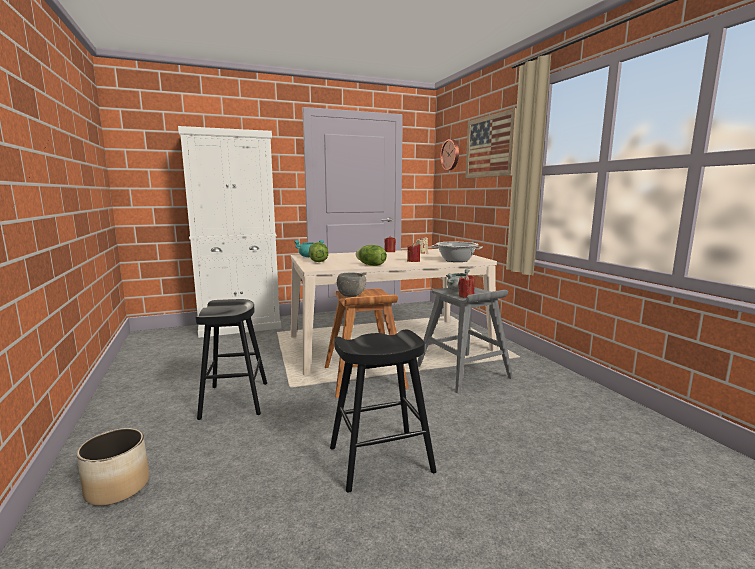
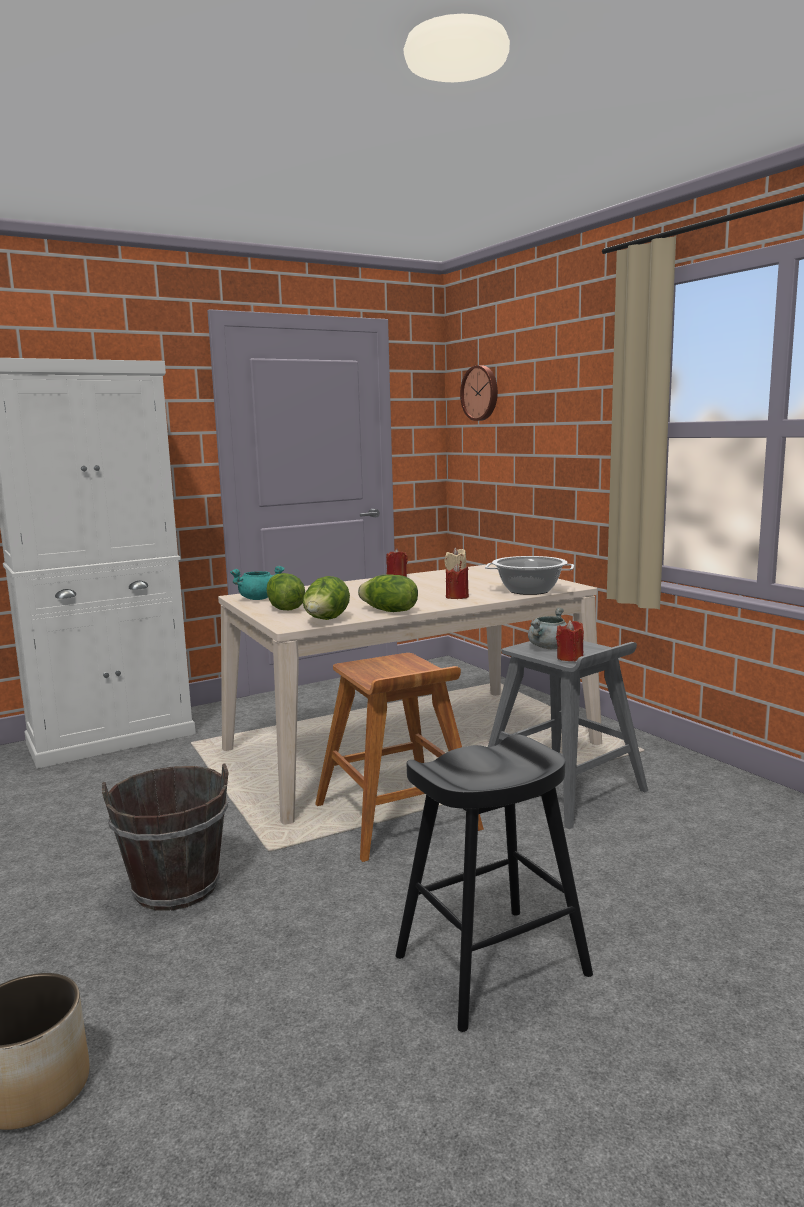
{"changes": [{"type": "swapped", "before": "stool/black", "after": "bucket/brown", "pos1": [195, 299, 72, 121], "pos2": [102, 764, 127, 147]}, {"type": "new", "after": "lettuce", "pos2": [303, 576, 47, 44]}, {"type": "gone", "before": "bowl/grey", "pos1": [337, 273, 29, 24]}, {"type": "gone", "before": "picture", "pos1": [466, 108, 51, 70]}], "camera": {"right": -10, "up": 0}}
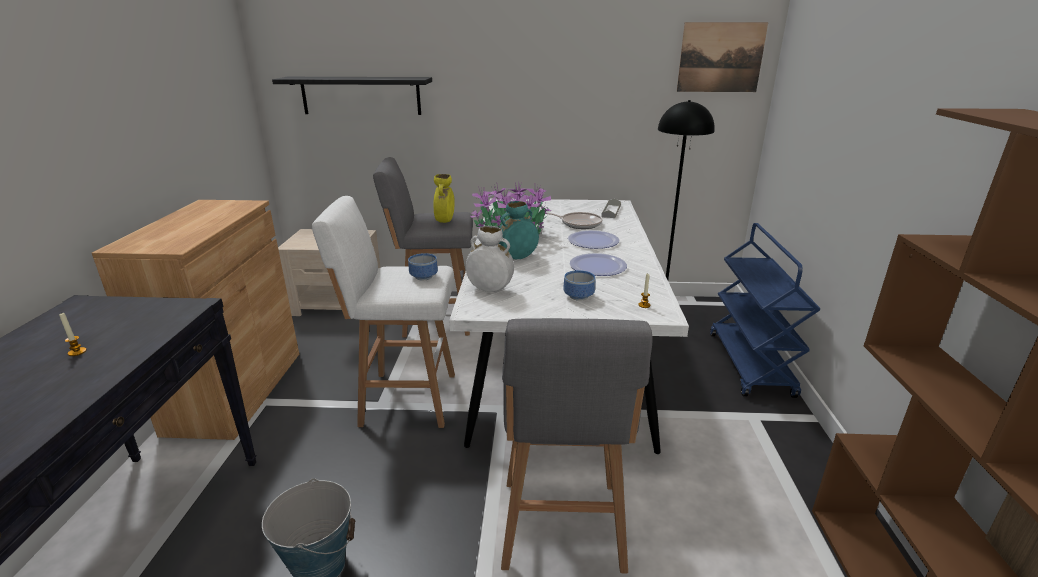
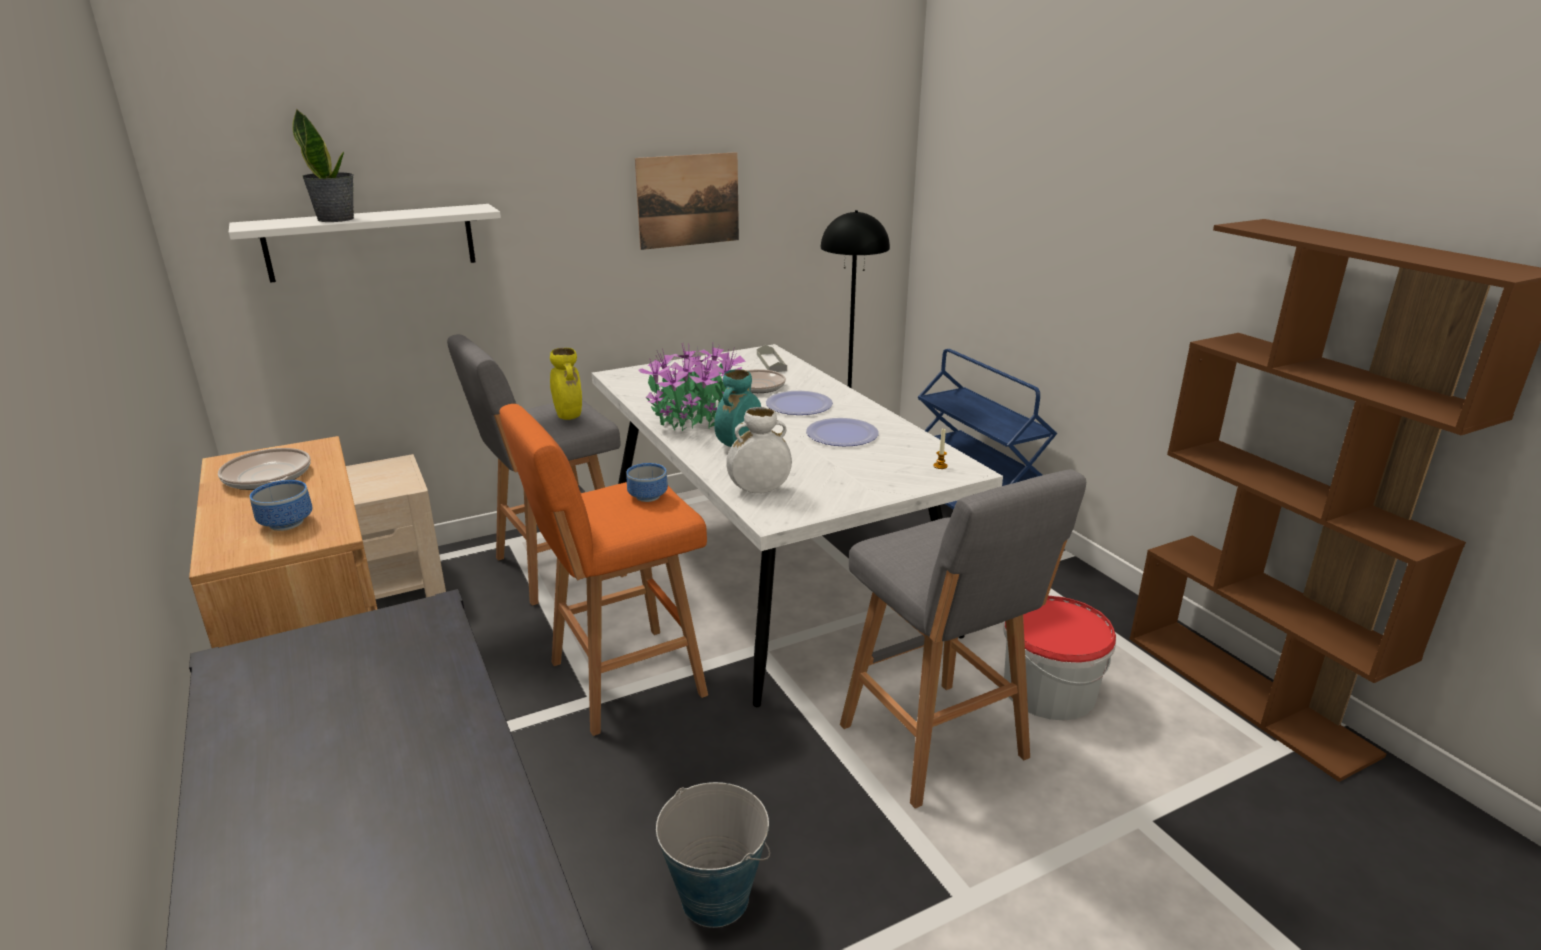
{"changes": [{"type": "new", "after": "frying pan", "pos2": [218, 448, 93, 42]}, {"type": "repainted", "before": "shelf/black", "after": "shelf/white", "pos1": [272, 77, 160, 38], "pos2": [228, 204, 273, 79]}, {"type": "shifted", "before": "bowl", "pos1": [563, 270, 33, 31], "pos2": [250, 480, 62, 51]}, {"type": "new", "after": "potted plant", "pos2": [292, 108, 62, 114]}, {"type": "repainted", "before": "stool/white", "after": "stool/orange", "pos1": [312, 196, 143, 232], "pos2": [499, 404, 209, 332]}, {"type": "shifted", "before": "picture", "pos1": [677, 22, 91, 70], "pos2": [635, 152, 104, 98]}, {"type": "new", "after": "bucket", "pos2": [1003, 596, 113, 124]}, {"type": "gone", "before": "candle", "pos1": [59, 313, 28, 43]}], "camera": {"right": -30, "up": 0}}
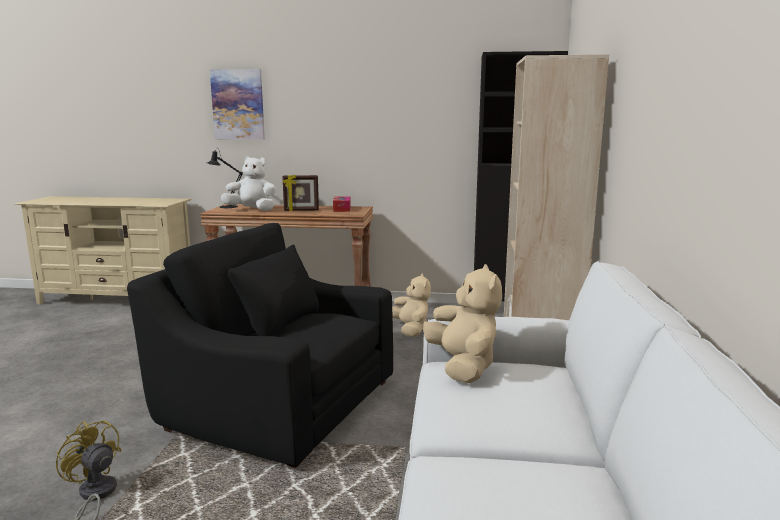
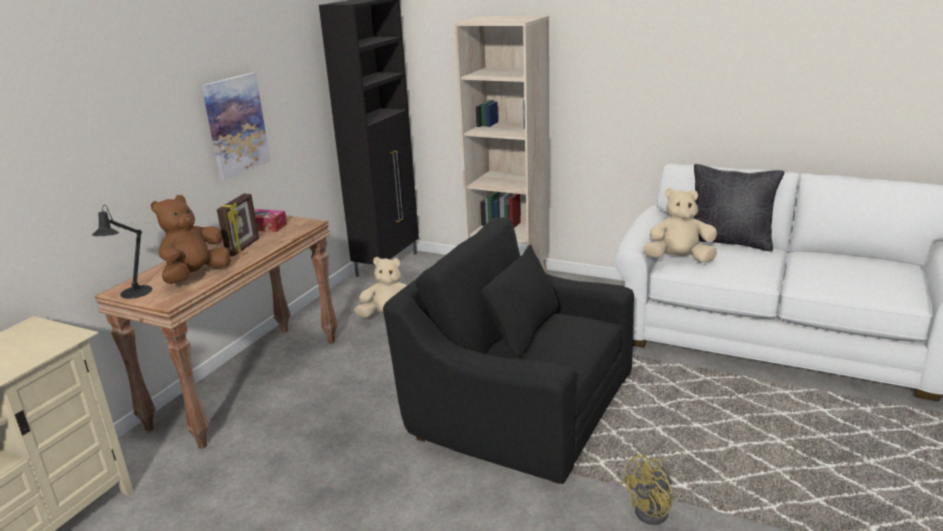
{"changes": [{"type": "repainted", "before": "plush toy/white", "after": "plush toy/brown", "pos1": [221, 156, 55, 55], "pos2": [151, 195, 80, 89]}, {"type": "shifted", "before": "picture", "pos1": [210, 69, 55, 71], "pos2": [202, 72, 68, 108]}, {"type": "rotated", "before": "armchair/black", "pos1": [127, 223, 266, 245], "pos2": [383, 217, 251, 267], "turn": 75}, {"type": "new", "after": "pillow/black", "pos2": [694, 164, 91, 87]}], "camera": {"right": -70, "up": 10}}
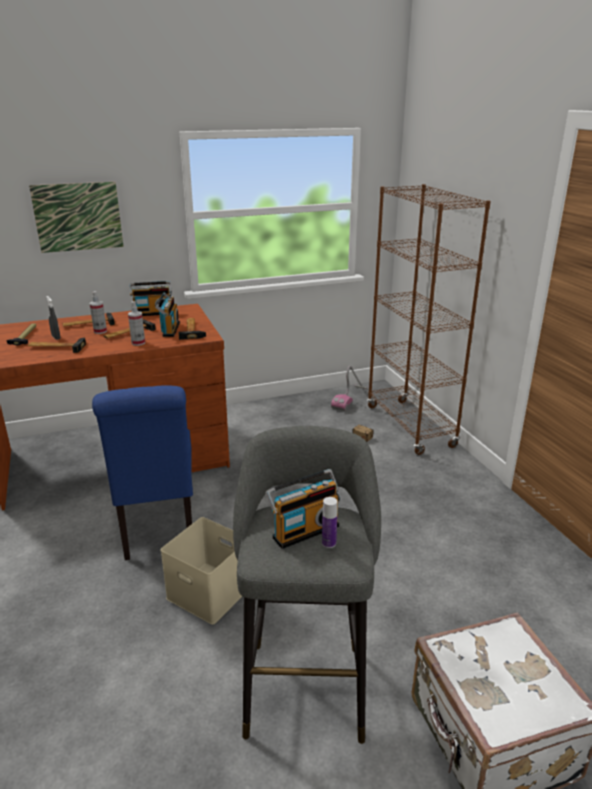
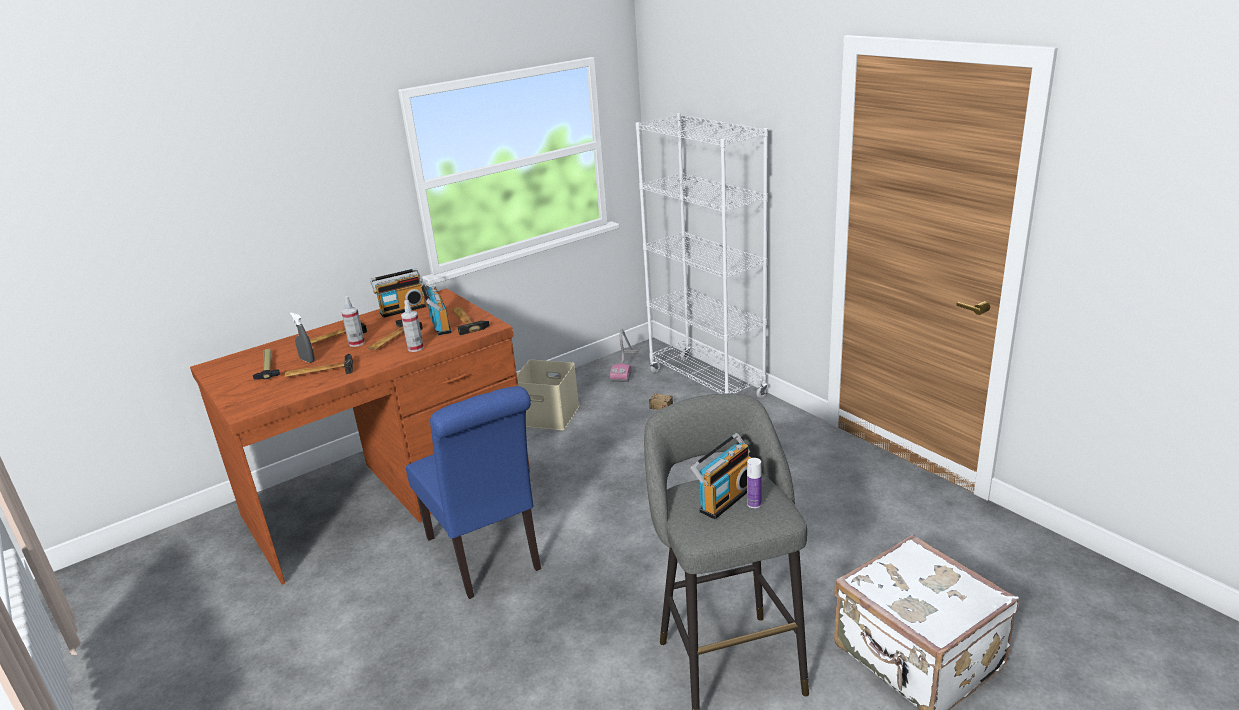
{"changes": [{"type": "shifted", "before": "storage box/beige", "pos1": [160, 517, 82, 108], "pos2": [517, 360, 62, 70]}, {"type": "repainted", "before": "bookcase/brown", "after": "bookcase/white", "pos1": [367, 184, 124, 271], "pos2": [635, 113, 133, 285]}, {"type": "gone", "before": "picture", "pos1": [29, 182, 95, 71]}], "camera": {"right": -15, "up": 0}}
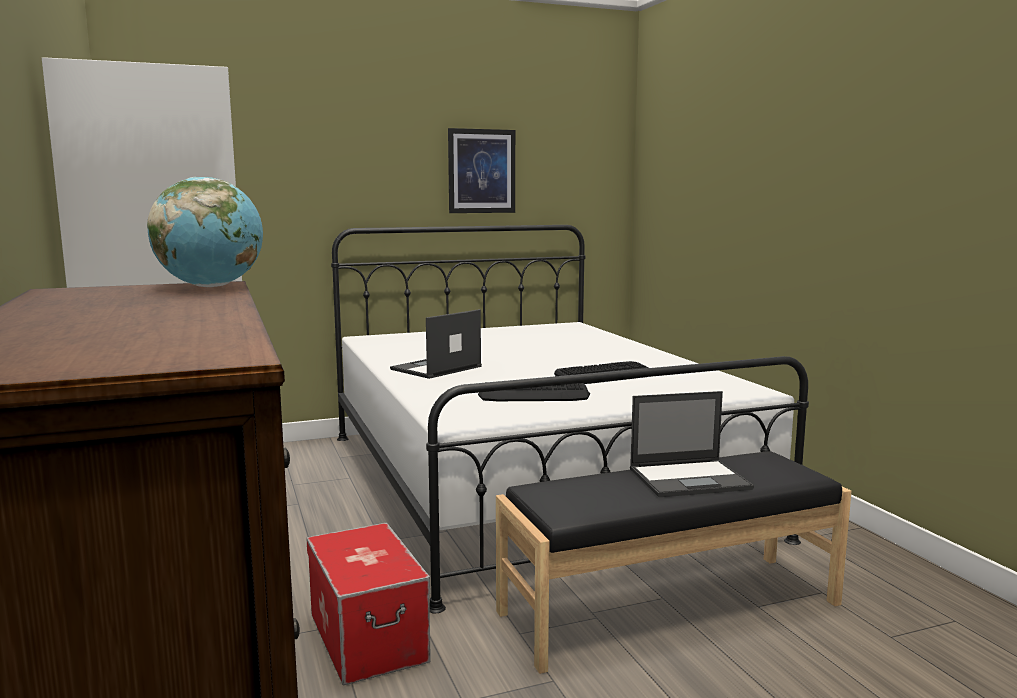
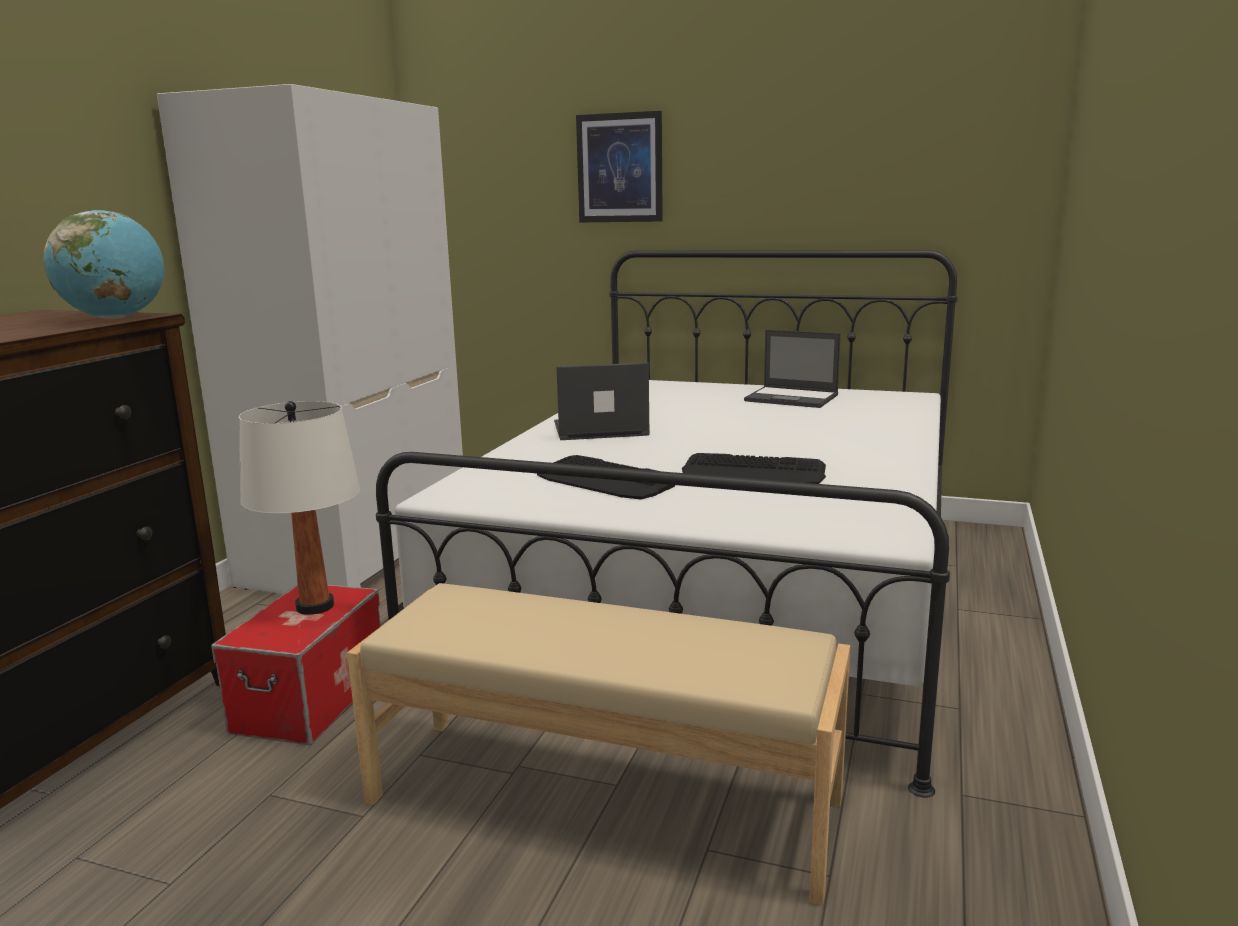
{"changes": [{"type": "new", "after": "table lamp/white", "pos2": [239, 401, 121, 214]}, {"type": "repainted", "before": "bench/black", "after": "bench/beige", "pos1": [496, 451, 356, 223], "pos2": [347, 583, 503, 322]}, {"type": "shifted", "before": "picture", "pos1": [448, 128, 67, 85], "pos2": [576, 111, 87, 111]}, {"type": "shifted", "before": "laptop", "pos1": [630, 391, 124, 106], "pos2": [744, 330, 97, 78]}], "camera": {"right": 40, "up": 5}}
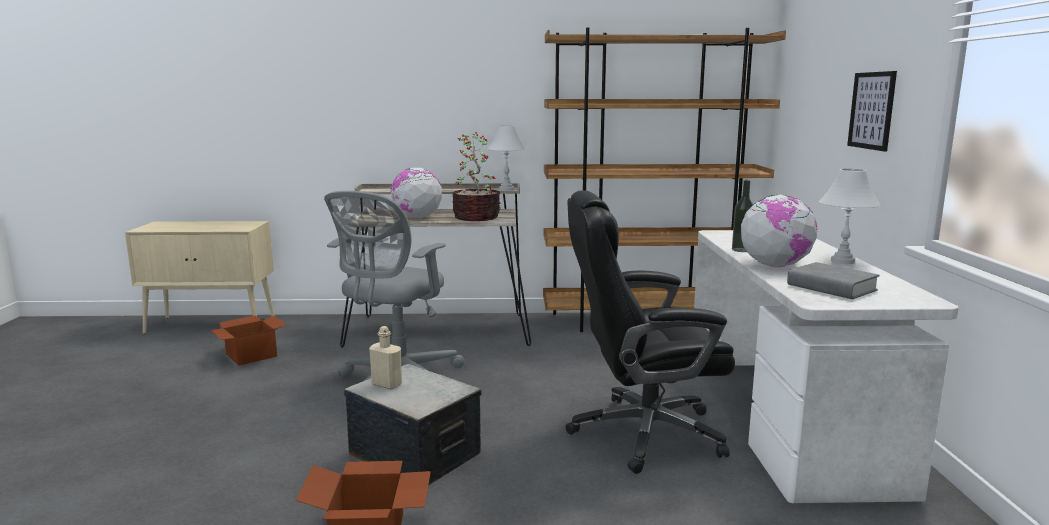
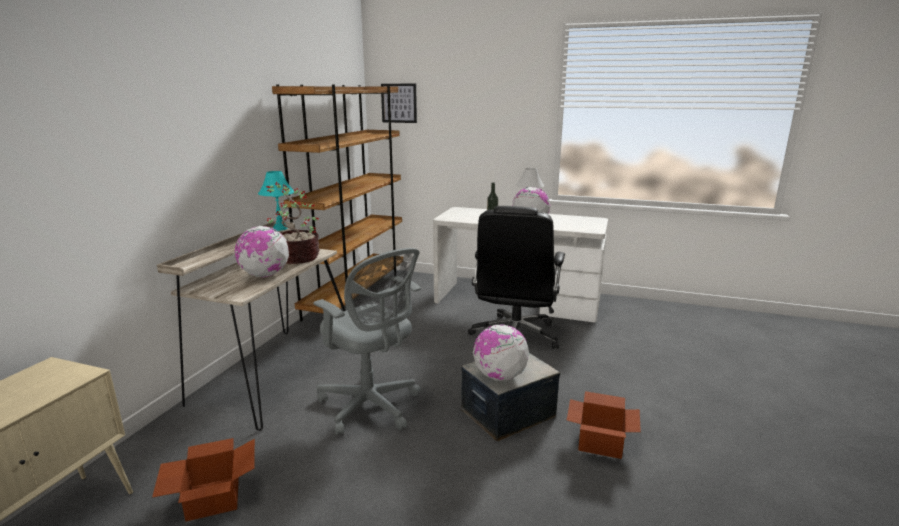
{"changes": [{"type": "repainted", "before": "table lamp/white", "after": "table lamp/turquoise", "pos1": [487, 125, 38, 66], "pos2": [258, 171, 36, 60]}, {"type": "shifted", "before": "picture", "pos1": [847, 71, 50, 81], "pos2": [381, 84, 36, 39]}, {"type": "swapped", "before": "bottle/beige", "after": "globe", "pos1": [369, 326, 33, 63], "pos2": [473, 324, 56, 57]}, {"type": "gone", "before": "book/grey", "pos1": [787, 262, 93, 37]}], "camera": {"right": -70, "up": 5}}
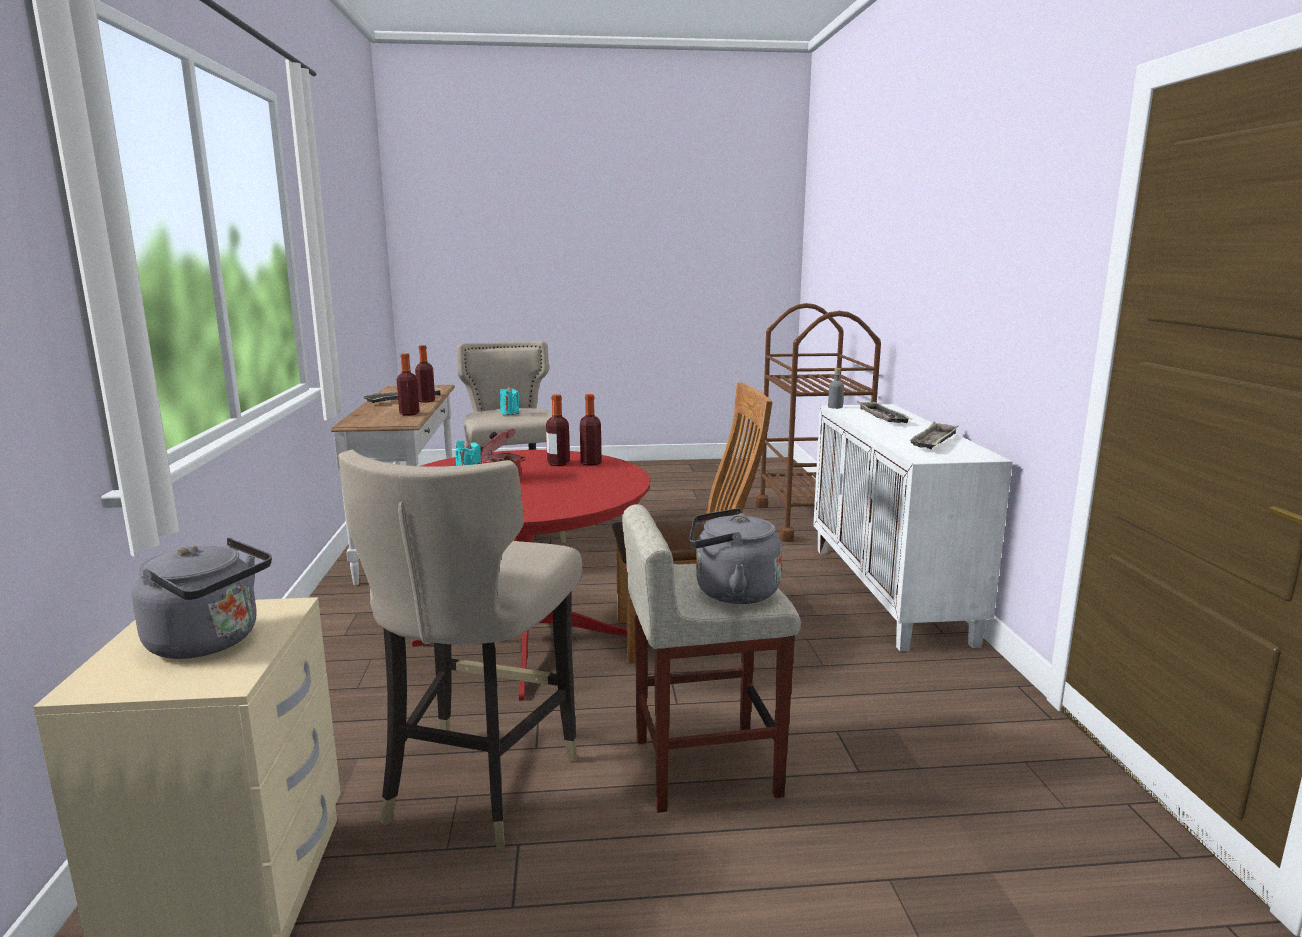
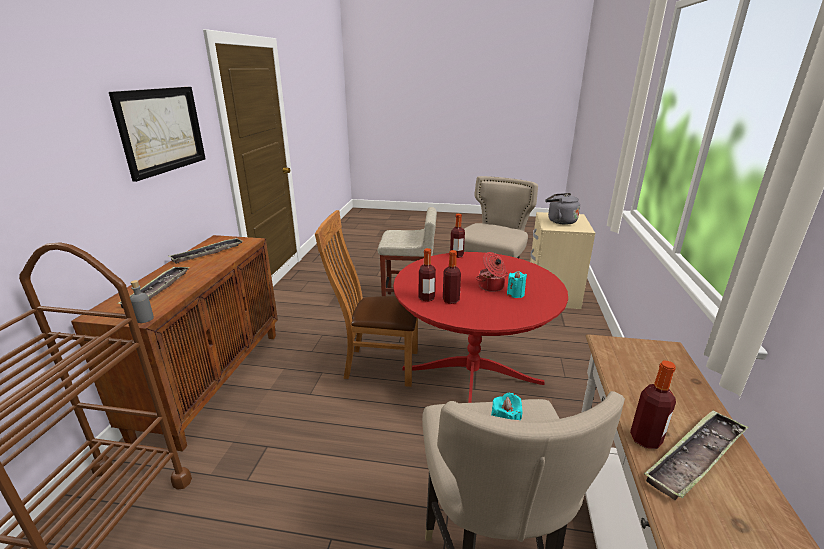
{"changes": [{"type": "repainted", "before": "cabinet/white", "after": "cabinet/brown", "pos1": [813, 404, 200, 247], "pos2": [71, 235, 207, 217]}, {"type": "new", "after": "picture", "pos2": [109, 87, 97, 95]}, {"type": "shifted", "before": "bottle", "pos1": [397, 353, 23, 63], "pos2": [450, 214, 15, 44]}, {"type": "gone", "before": "kettle/grey", "pos1": [689, 508, 93, 96]}], "camera": {"right": -165, "up": 10}}
